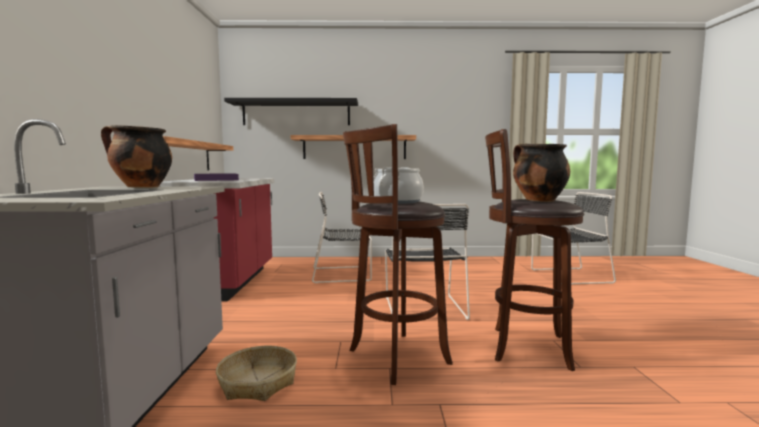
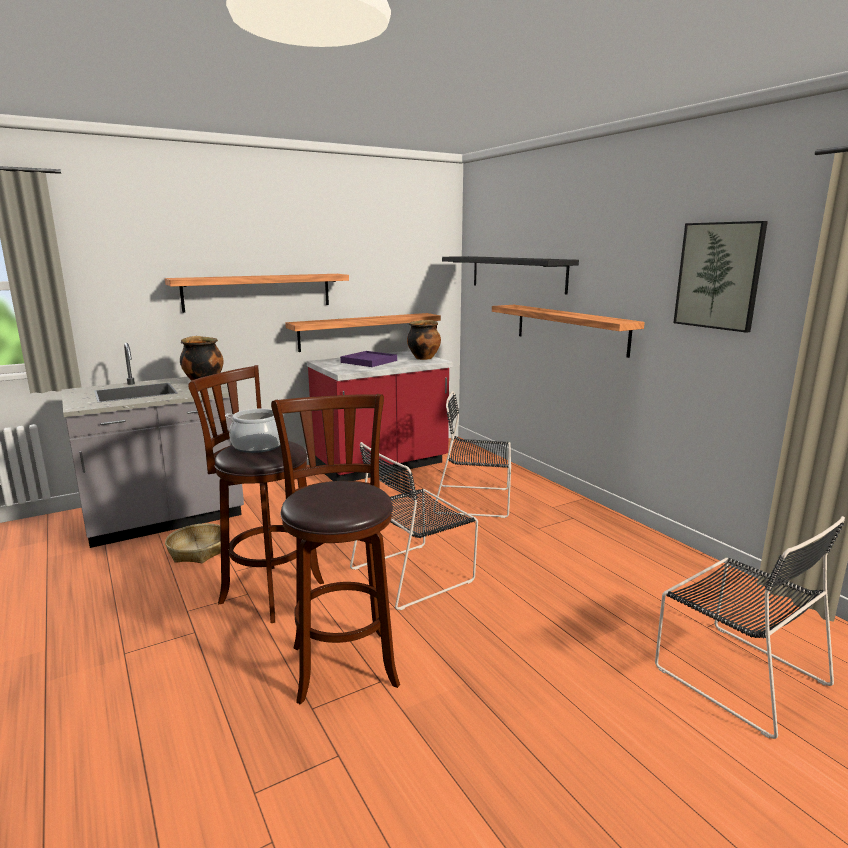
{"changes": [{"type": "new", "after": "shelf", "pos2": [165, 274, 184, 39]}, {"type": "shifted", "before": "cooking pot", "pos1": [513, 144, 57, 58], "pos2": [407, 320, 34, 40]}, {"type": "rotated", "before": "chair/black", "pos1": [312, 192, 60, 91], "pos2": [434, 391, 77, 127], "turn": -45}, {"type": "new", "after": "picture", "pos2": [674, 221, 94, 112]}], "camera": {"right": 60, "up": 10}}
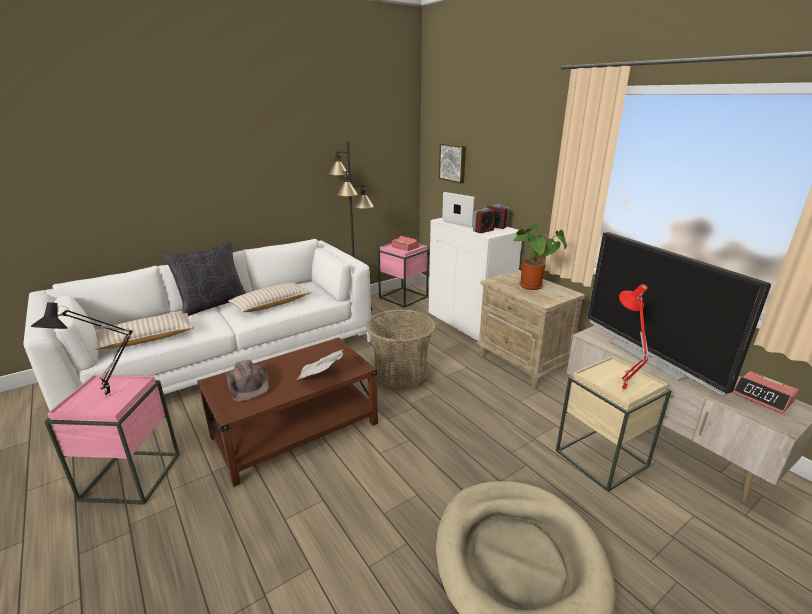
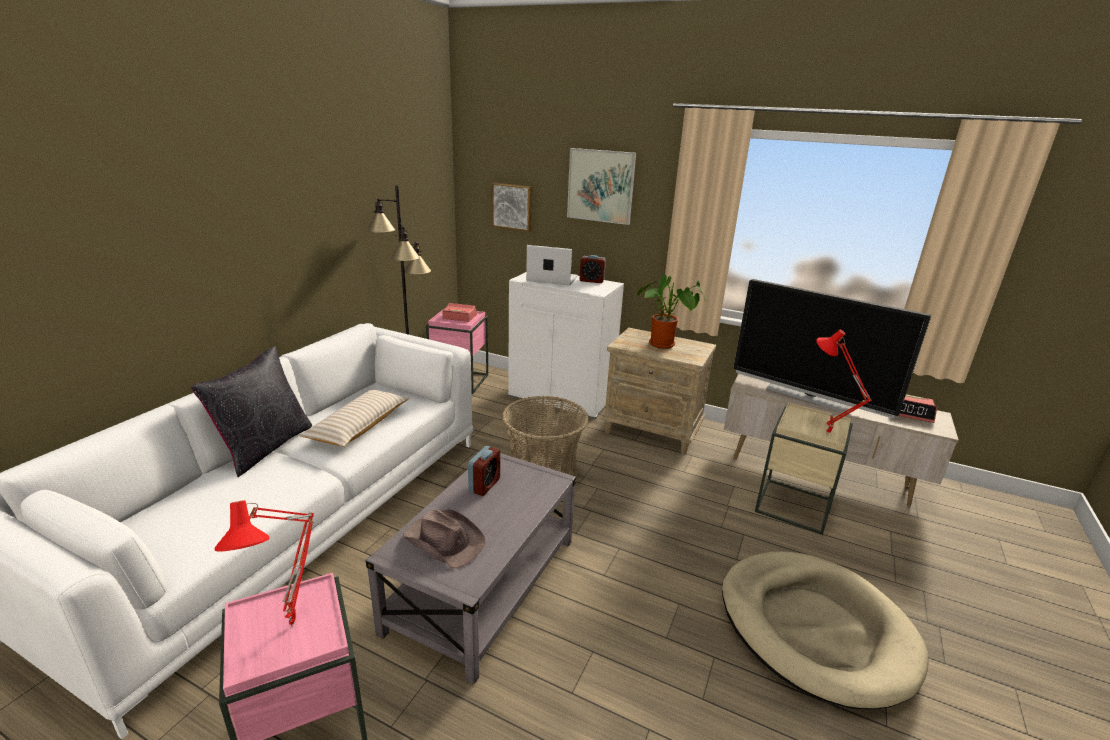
{"changes": [{"type": "repainted", "before": "table lamp/black", "after": "table lamp/red", "pos1": [31, 302, 102, 95], "pos2": [215, 500, 100, 129]}, {"type": "repainted", "before": "coffee table/brown", "after": "coffee table/grey", "pos1": [197, 337, 181, 150], "pos2": [366, 453, 210, 231]}, {"type": "shifted", "before": "alarm clock", "pos1": [473, 208, 23, 25], "pos2": [468, 446, 32, 50]}, {"type": "new", "after": "picture", "pos2": [567, 148, 69, 77]}, {"type": "gone", "before": "pillow/beige", "pos1": [95, 313, 99, 37]}, {"type": "gone", "before": "newspaper", "pos1": [297, 350, 46, 30]}], "camera": {"right": -30, "up": 0}}
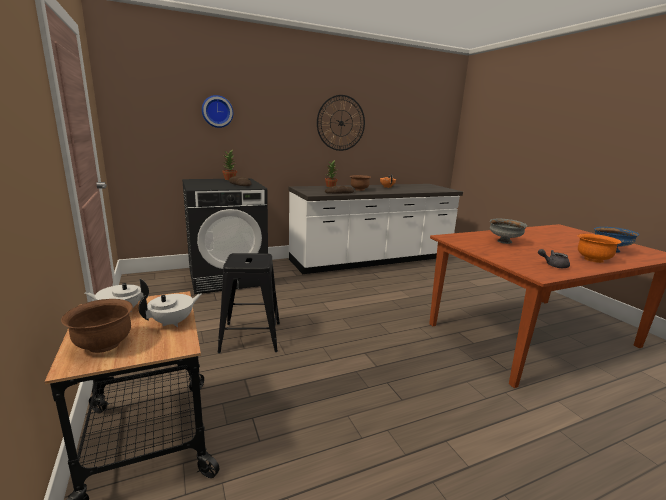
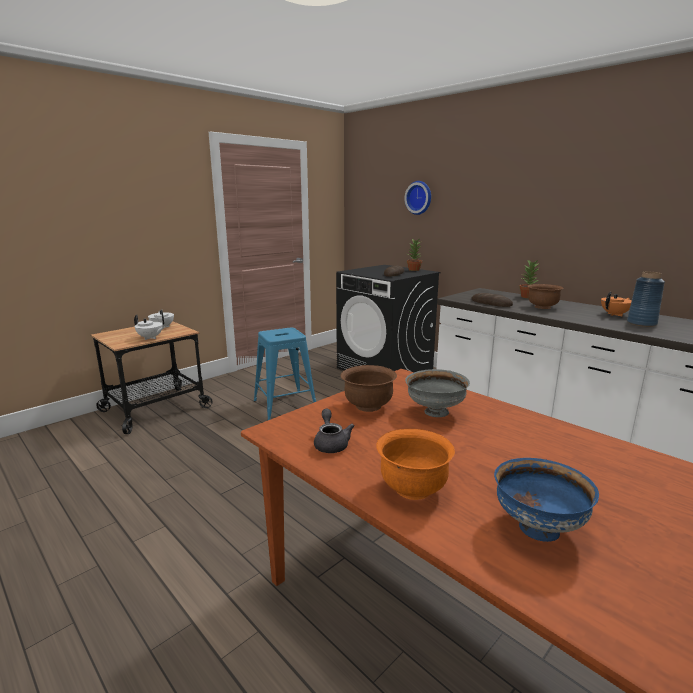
{"changes": [{"type": "repainted", "before": "stool/black", "after": "stool/blue", "pos1": [217, 253, 63, 100], "pos2": [254, 328, 62, 92]}, {"type": "shifted", "before": "bowl/brown", "pos1": [61, 299, 72, 54], "pos2": [341, 365, 56, 47]}, {"type": "new", "after": "vase/blue", "pos2": [627, 272, 38, 55]}, {"type": "gone", "before": "wall clock", "pos1": [317, 95, 48, 56]}], "camera": {"right": 70, "up": 0}}
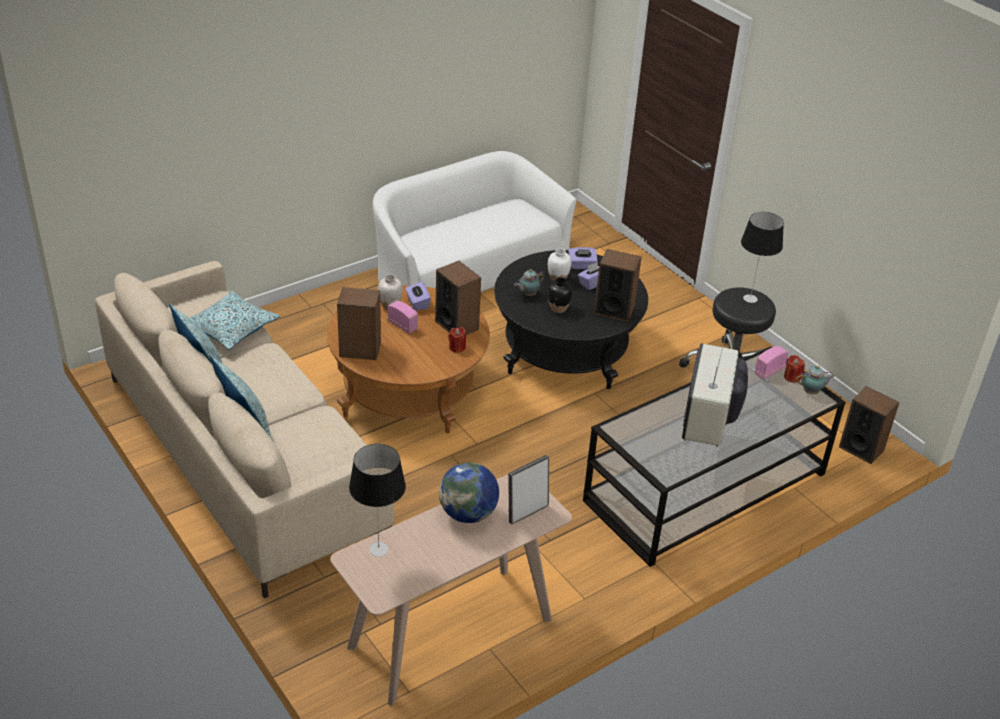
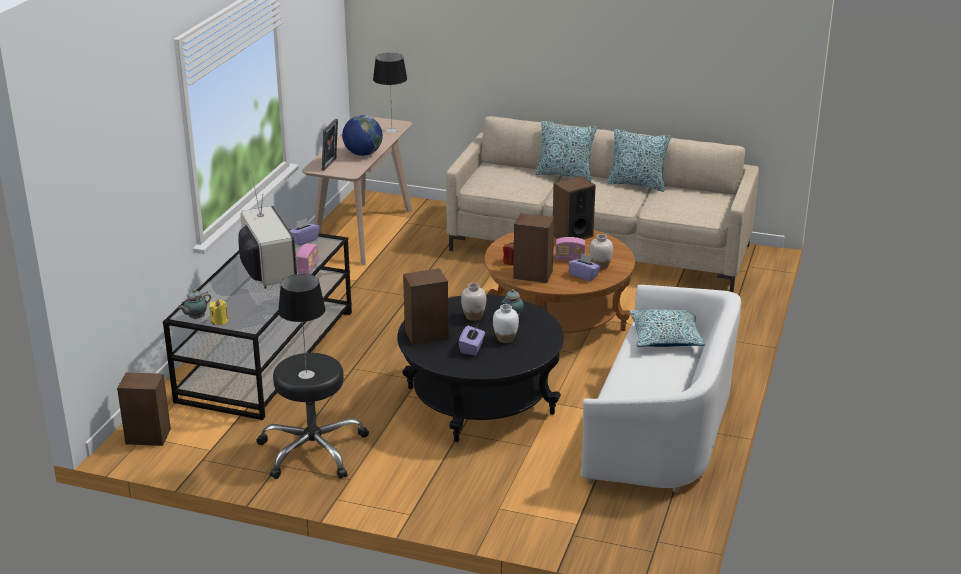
{"changes": [{"type": "repainted", "before": "candle/red", "after": "candle/yellow", "pos1": [784, 355, 21, 28], "pos2": [209, 300, 19, 25]}, {"type": "shifted", "before": "tissue box/purple", "pos1": [568, 247, 29, 22], "pos2": [290, 218, 30, 27]}, {"type": "shifted", "before": "radio", "pos1": [754, 346, 35, 33], "pos2": [296, 243, 23, 31]}, {"type": "repainted", "before": "vase/black", "after": "vase/white", "pos1": [548, 277, 25, 36], "pos2": [461, 283, 25, 38]}, {"type": "shifted", "before": "pillow", "pos1": [190, 291, 90, 59], "pos2": [629, 309, 77, 38]}], "camera": {"right": 145, "up": -10}}
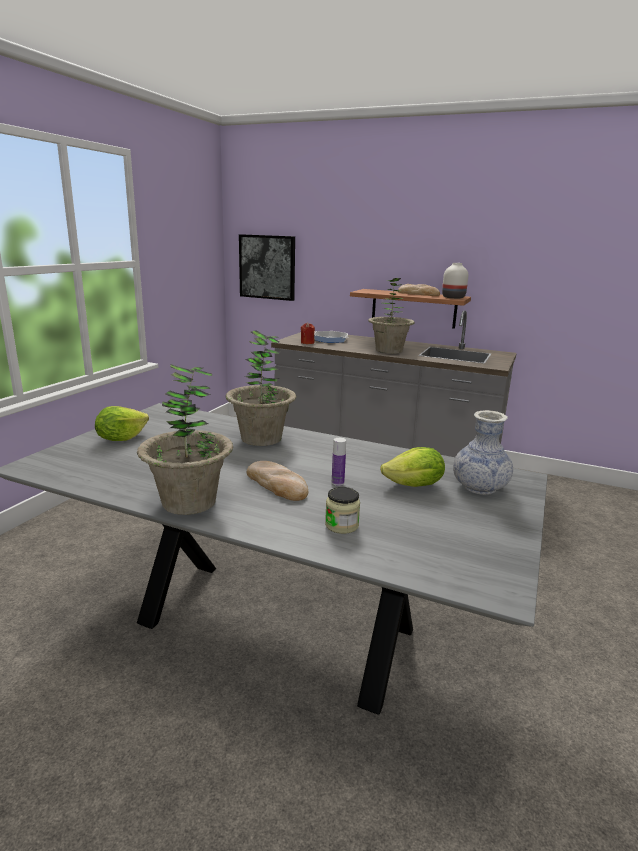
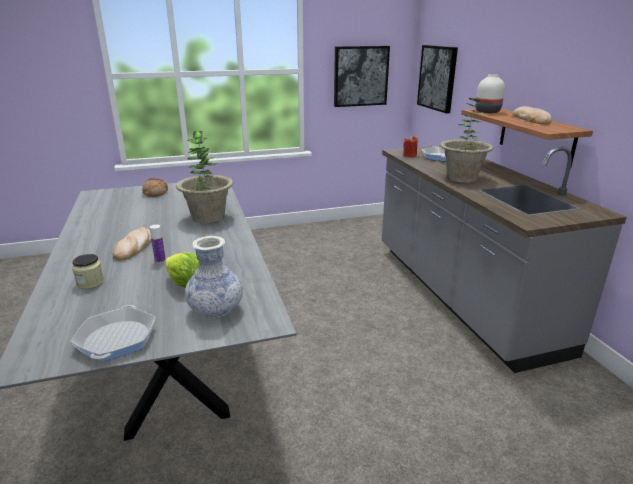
{"changes": [{"type": "new", "after": "frying pan", "pos2": [71, 305, 85, 56]}, {"type": "swapped", "before": "lettuce", "after": "bread", "pos1": [95, 406, 54, 35], "pos2": [142, 178, 26, 19]}, {"type": "new", "after": "picture", "pos2": [334, 46, 56, 61]}, {"type": "shifted", "before": "vase/white", "pos1": [442, 263, 26, 36], "pos2": [475, 74, 30, 39]}, {"type": "gone", "before": "potted plant", "pos1": [137, 364, 96, 151]}], "camera": {"right": 50, "up": 5}}
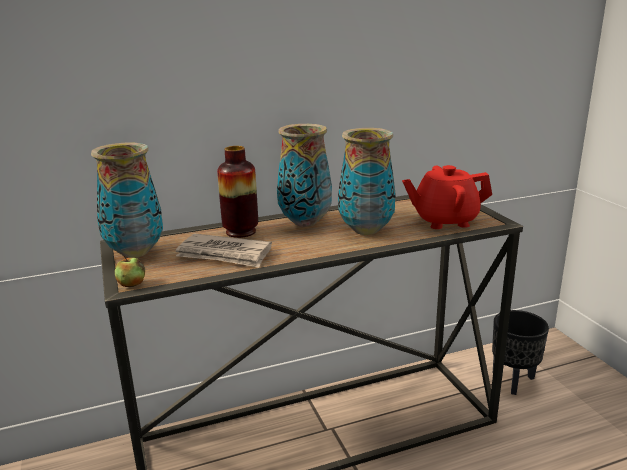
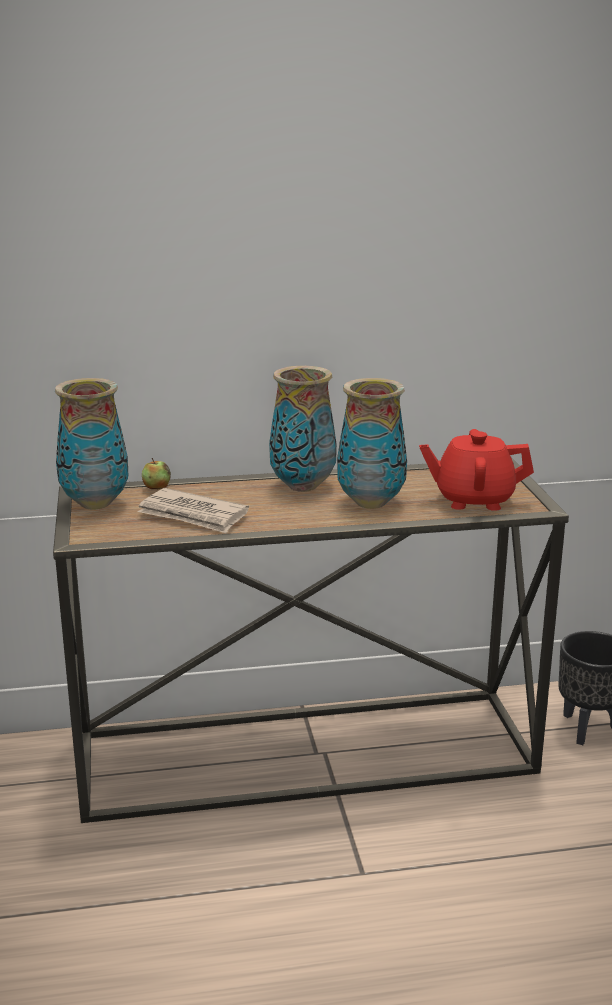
{"changes": [{"type": "shifted", "before": "apple", "pos1": [115, 256, 30, 31], "pos2": [142, 458, 29, 31]}, {"type": "gone", "before": "vase", "pos1": [217, 146, 41, 92]}], "camera": {"right": 10, "up": 0}}
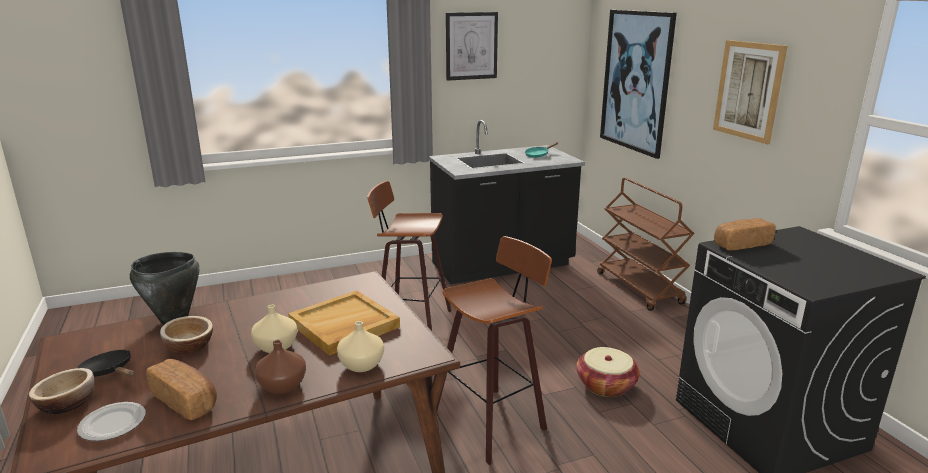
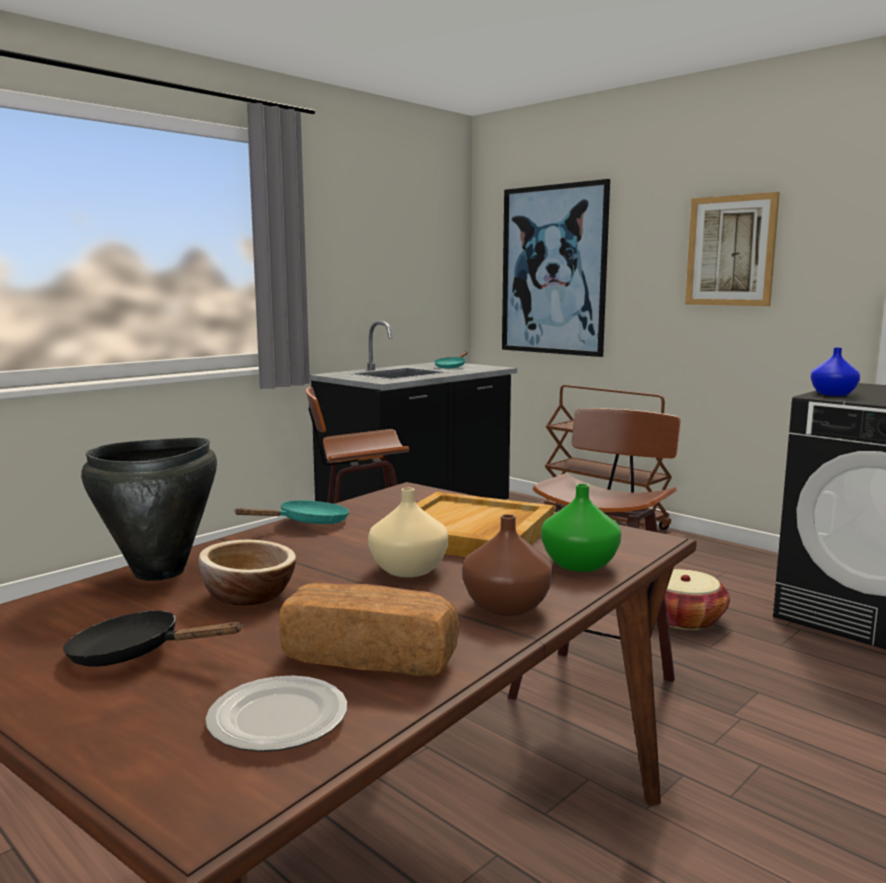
{"changes": [{"type": "new", "after": "frying pan/turquoise", "pos2": [234, 500, 116, 24]}, {"type": "repainted", "before": "vase/beige", "after": "vase/green", "pos1": [337, 321, 47, 51], "pos2": [541, 484, 80, 88]}, {"type": "swapped", "before": "bread", "after": "vase/blue", "pos1": [714, 218, 62, 32], "pos2": [811, 348, 49, 48]}, {"type": "gone", "before": "bowl", "pos1": [29, 368, 65, 46]}, {"type": "gone", "before": "picture", "pos1": [446, 12, 52, 69]}], "camera": {"right": -25, "up": -10}}
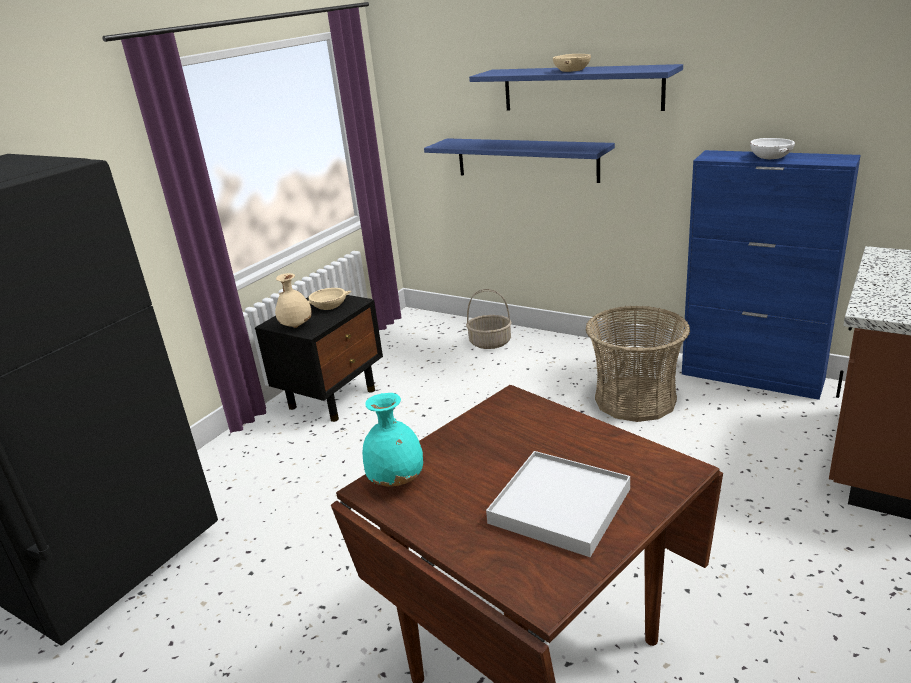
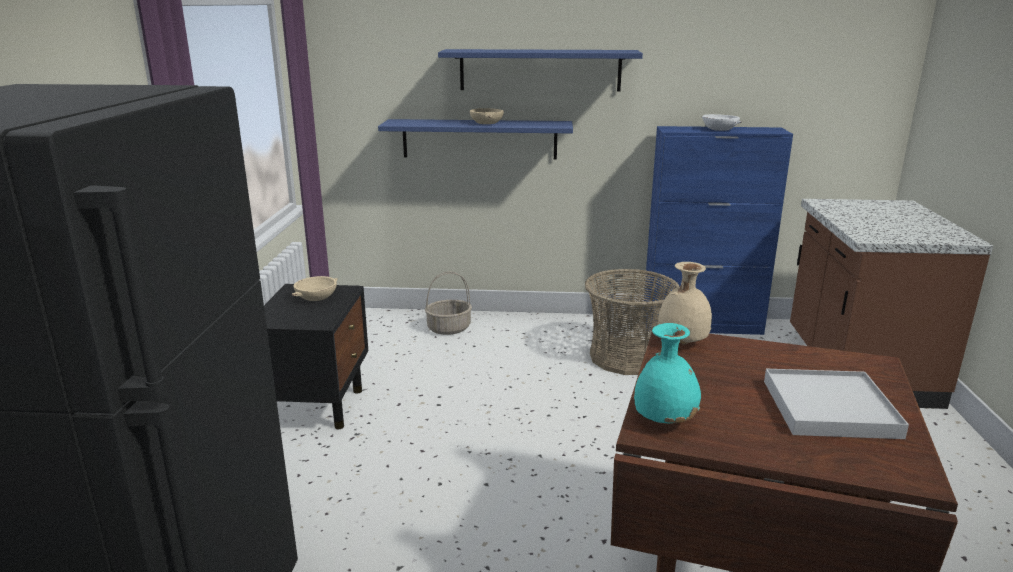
{"changes": [{"type": "shifted", "before": "bowl/beige", "pos1": [553, 54, 38, 18], "pos2": [470, 108, 34, 16]}, {"type": "shifted", "before": "vase/beige", "pos1": [275, 273, 37, 55], "pos2": [658, 262, 54, 83]}], "camera": {"right": -30, "up": -5}}
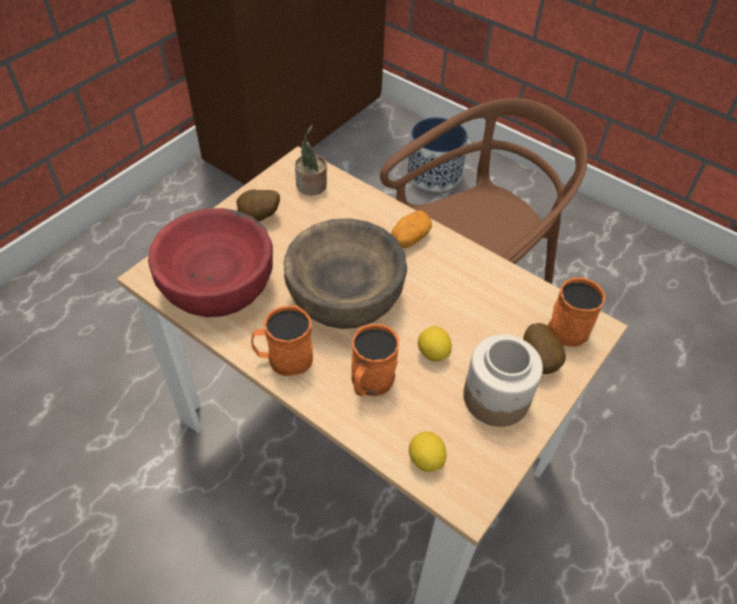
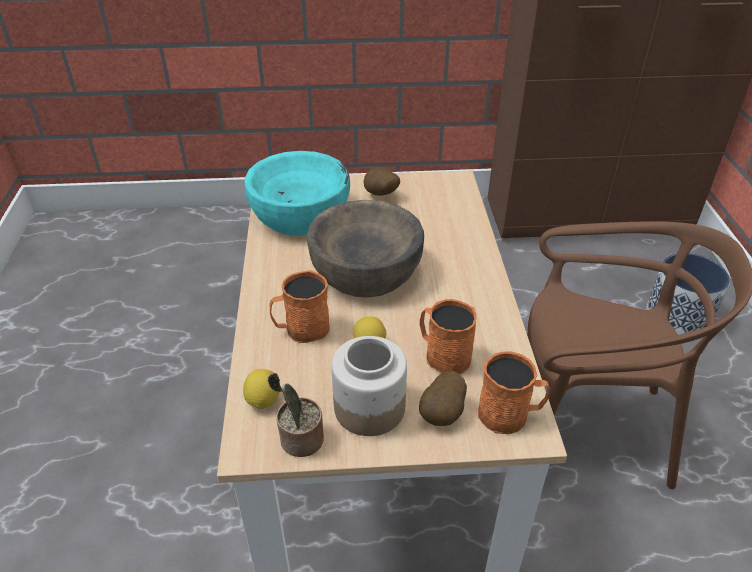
{"changes": [{"type": "repainted", "before": "bowl/red", "after": "bowl/turquoise", "pos1": [148, 208, 125, 109], "pos2": [245, 151, 105, 85]}, {"type": "shifted", "before": "potted plant", "pos1": [295, 125, 32, 70], "pos2": [268, 372, 56, 85]}, {"type": "shifted", "before": "mug/orange", "pos1": [251, 306, 62, 70], "pos2": [420, 299, 56, 75]}, {"type": "gone", "before": "potato", "pos1": [391, 210, 41, 38]}], "camera": {"right": 50, "up": -10}}
